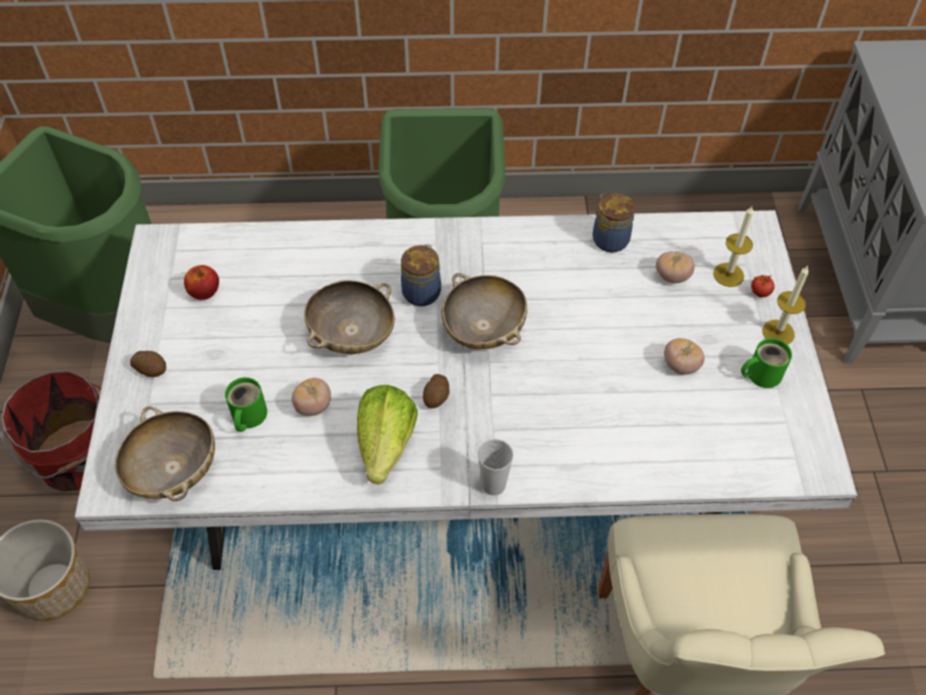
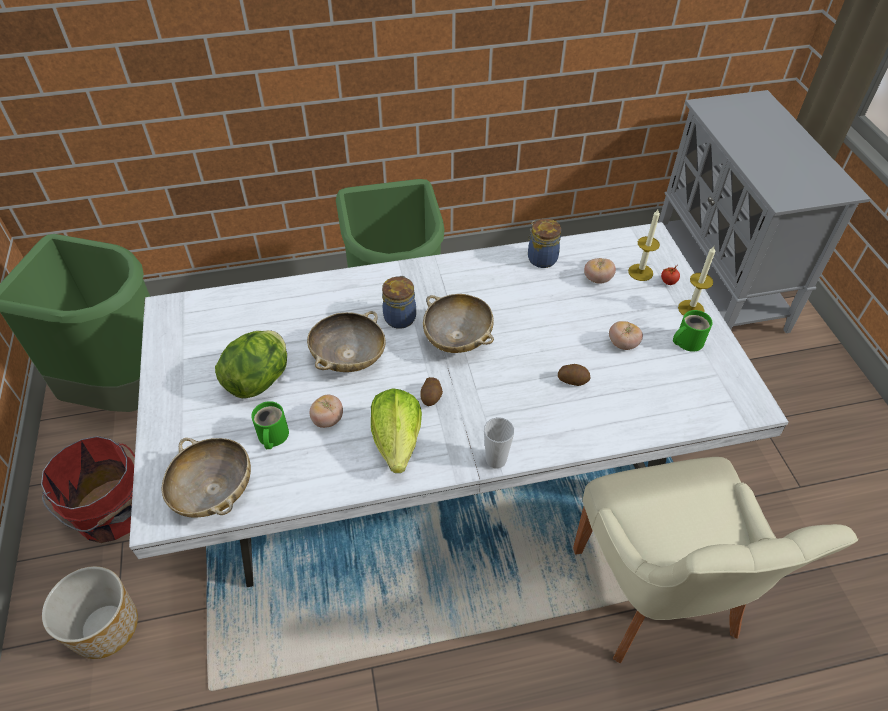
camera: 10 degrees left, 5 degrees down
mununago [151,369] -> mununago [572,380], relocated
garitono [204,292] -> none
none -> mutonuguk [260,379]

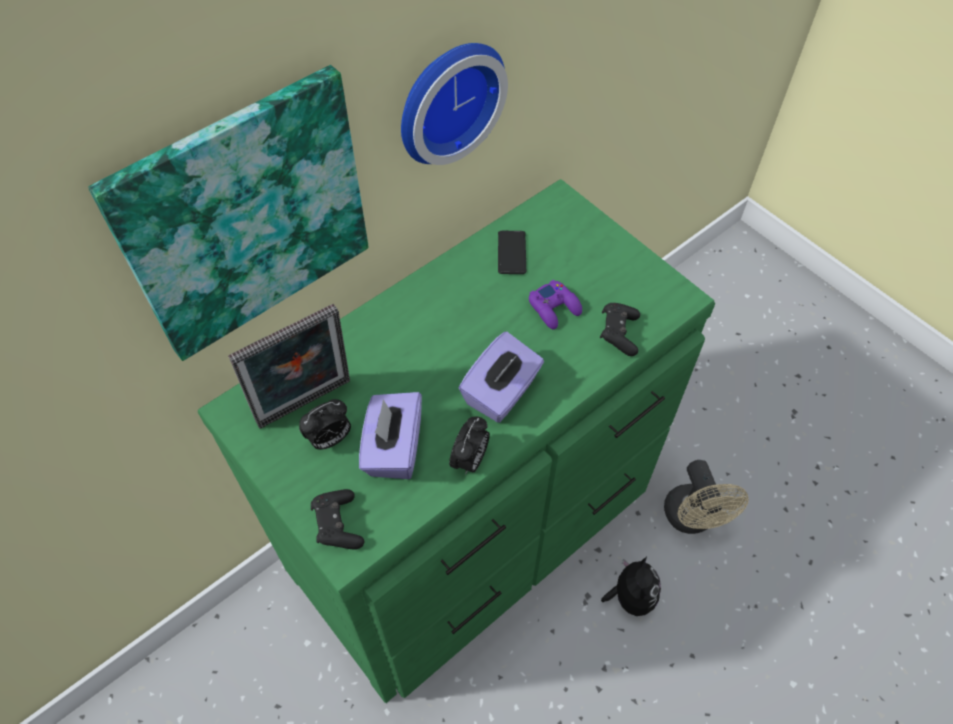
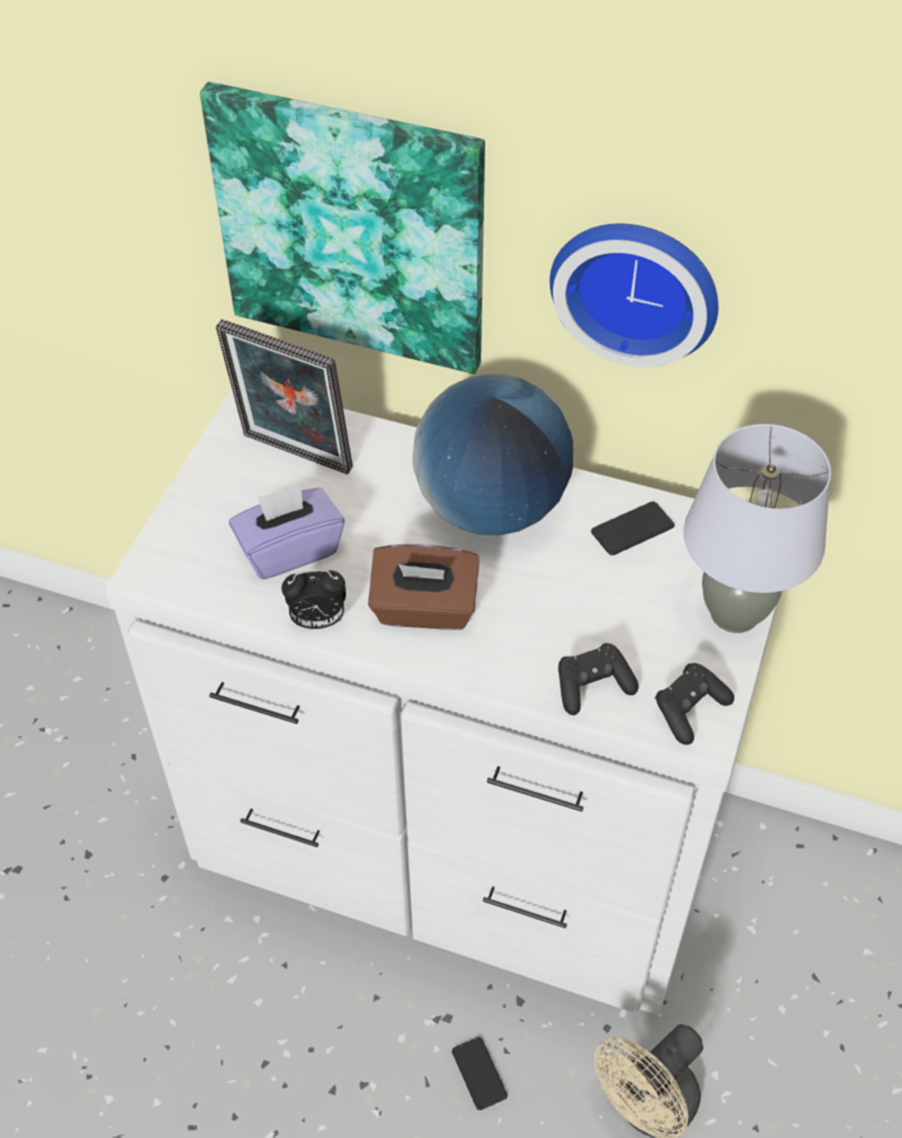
camera: 60 degrees right, 5 degrees down
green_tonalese [475,528] -> white_tonalese [455,840]
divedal [329,439] -> none
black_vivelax [338,525] -> black_vivelax [689,709], relocated
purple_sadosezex [501,392] -> brown_sadosezex [424,609]
purple_vivelax [554,308] -> none
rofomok [630,596] -> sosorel [479,1073]
none -> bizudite [491,507]
none -> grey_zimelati [735,613]

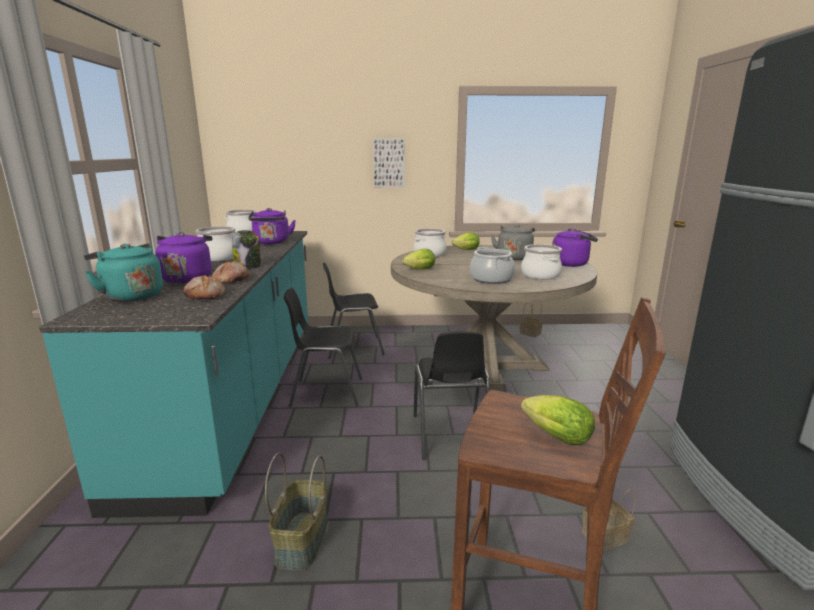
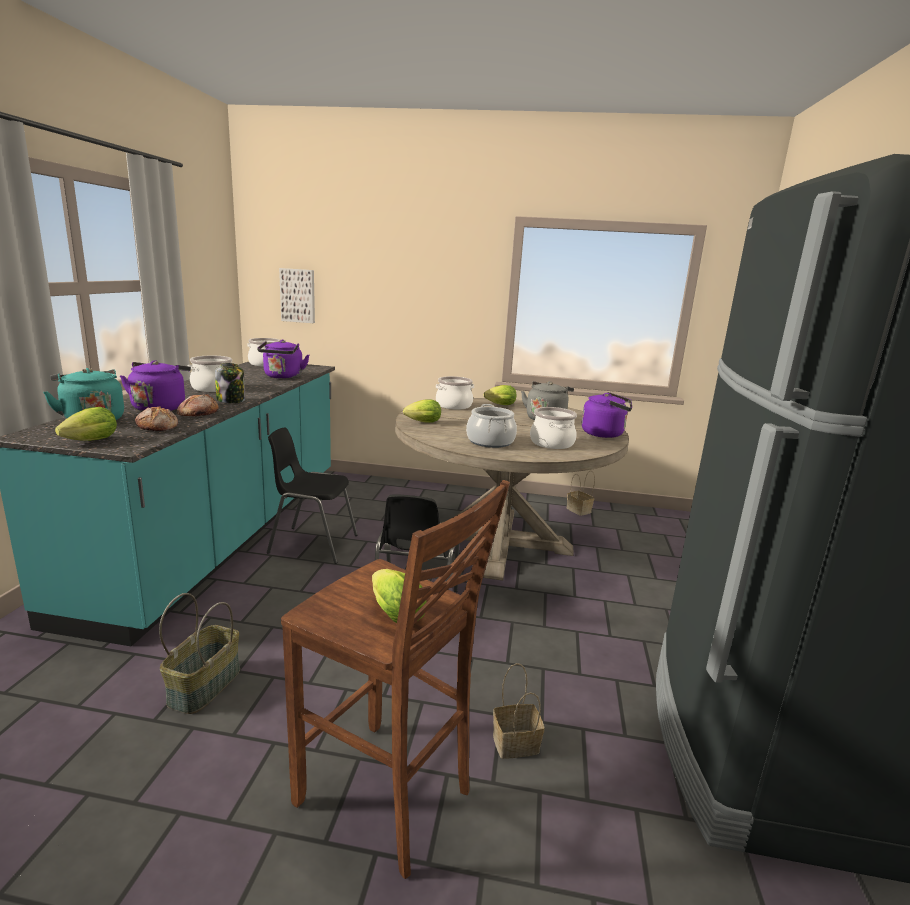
camera: 10 degrees right, 0 degrees up
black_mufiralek [353,348] -> none
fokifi [389,163] -> fokifi [298,295], relocated
none -> mutonuguk [88,442]

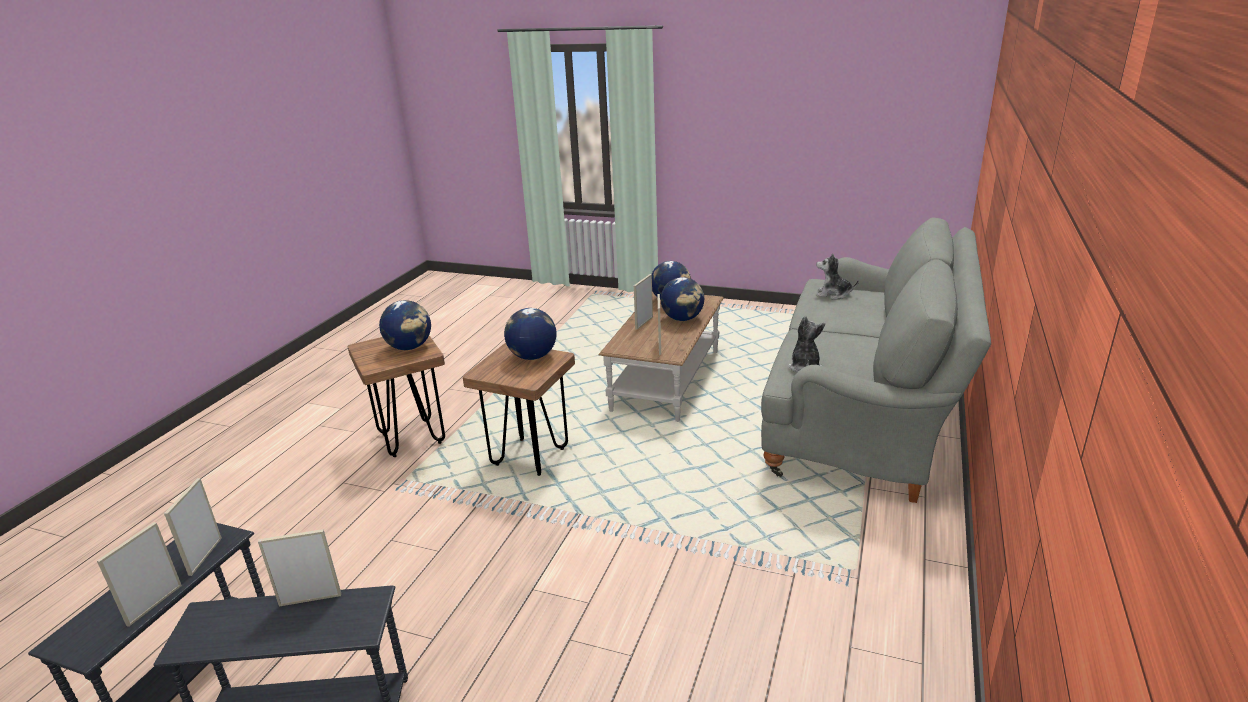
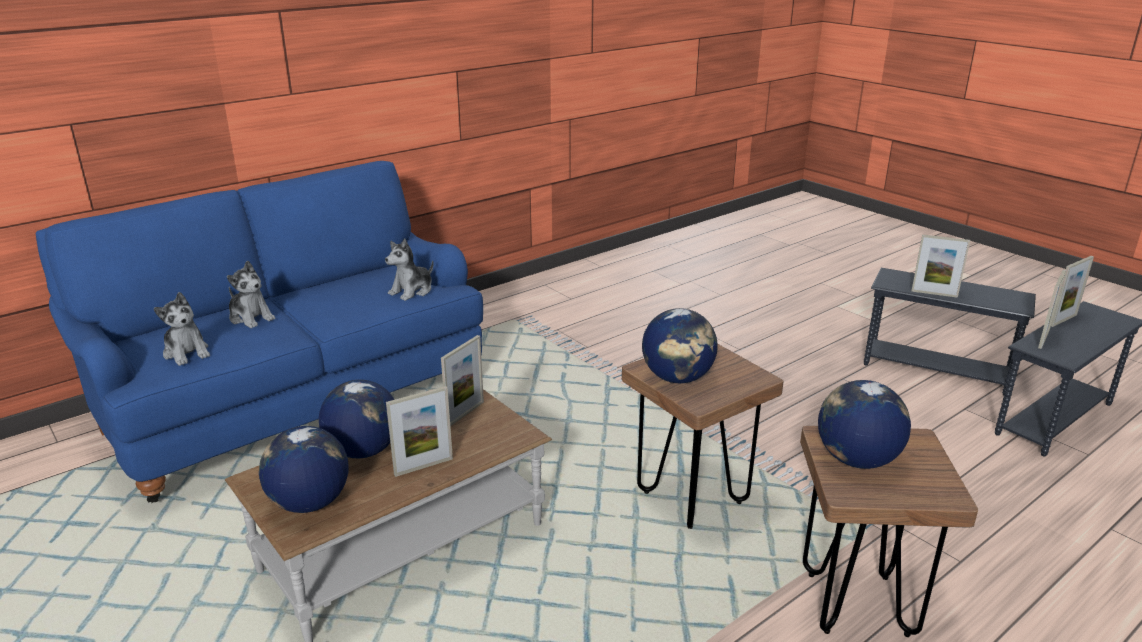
camera: 150 degrees left, 0 degrees up
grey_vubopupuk [866,415] -> blue_vubopupuk [292,401]
none -> rofomok [251,318]

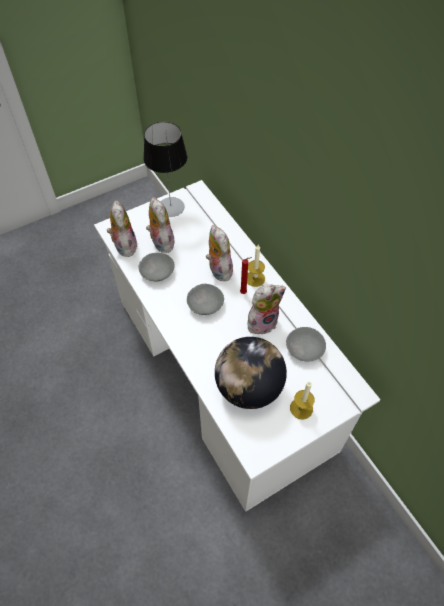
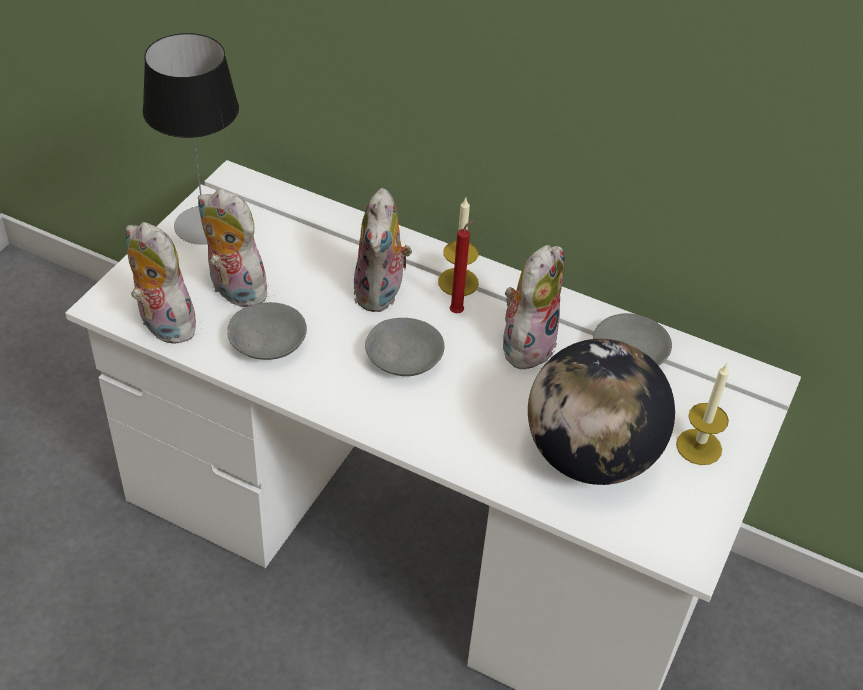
camera: 35 degrees left, 10 degrees down
rofomok [218,269] -> rofomok [381,294], 120 degrees counterclockwise

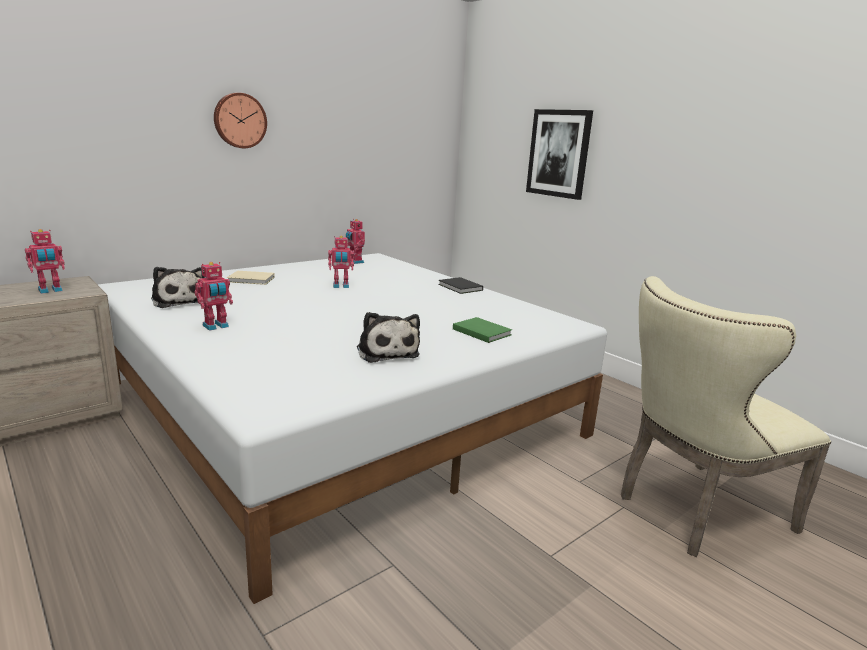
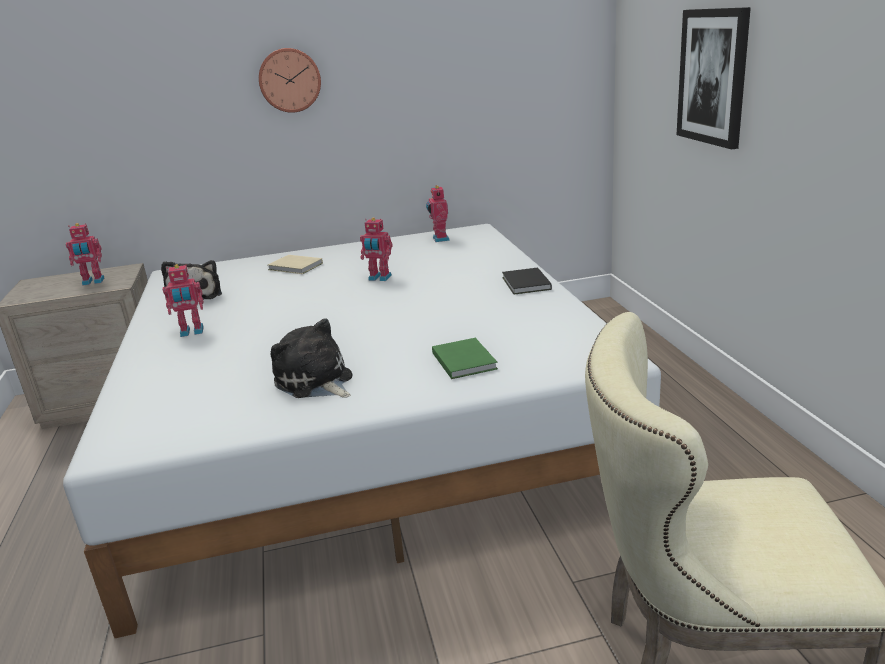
camera: 30 degrees right, 5 degrees up
rofomok [386,352] -> rofomok [315,382], 135 degrees clockwise

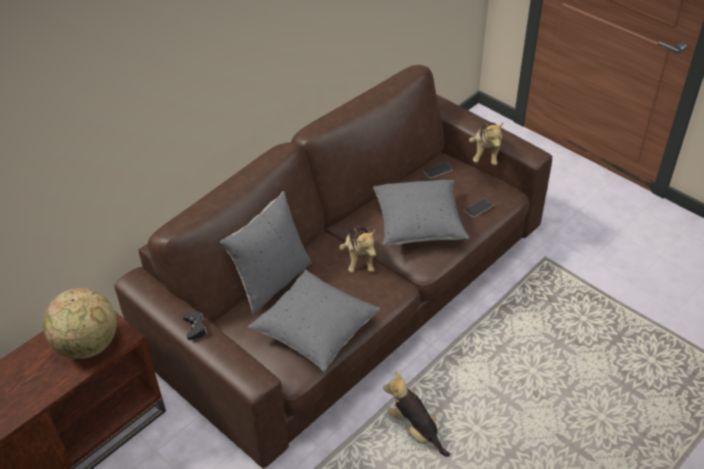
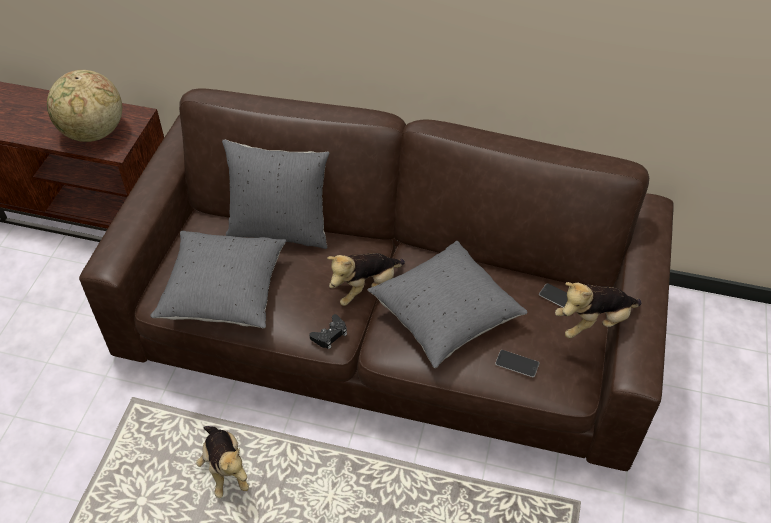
camera: 60 degrees right, 5 degrees up
black_vivelax [195,327] -> black_vivelax [330,335], relocated
rofomok [415,430] -> rofomok [225,468], 135 degrees clockwise

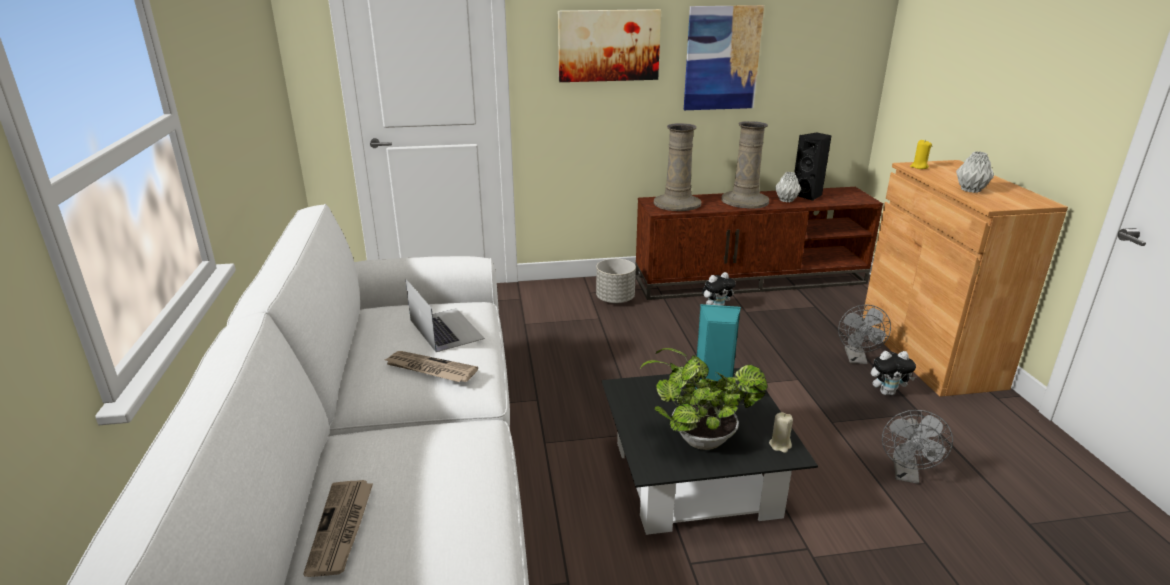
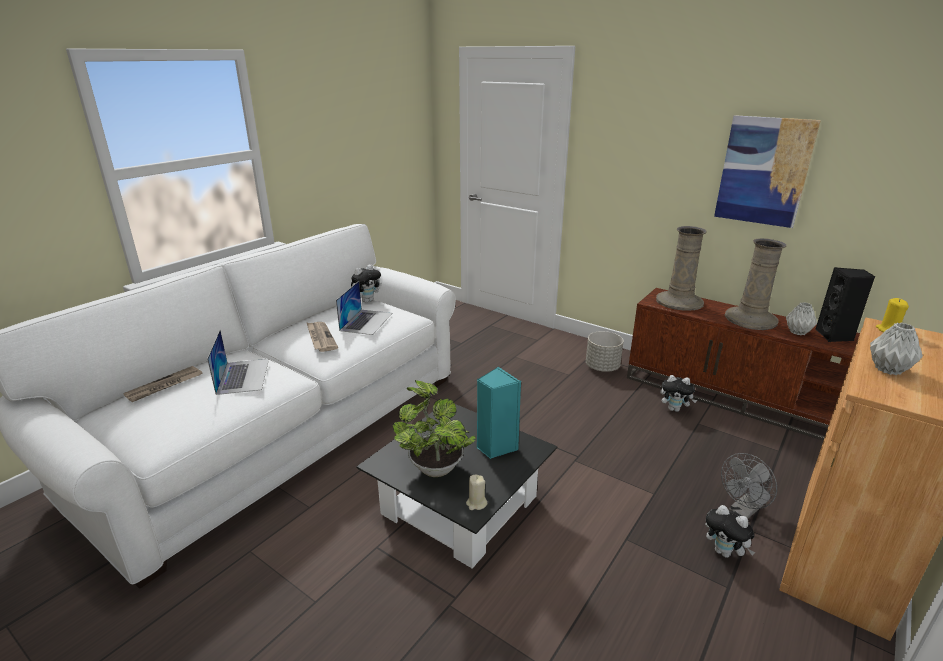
camera: 45 degrees right, 0 degrees up
fokifi [608,45] -> none
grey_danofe [906,475] -> none
none -> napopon [243,376]
none -> rofomok [367,301]

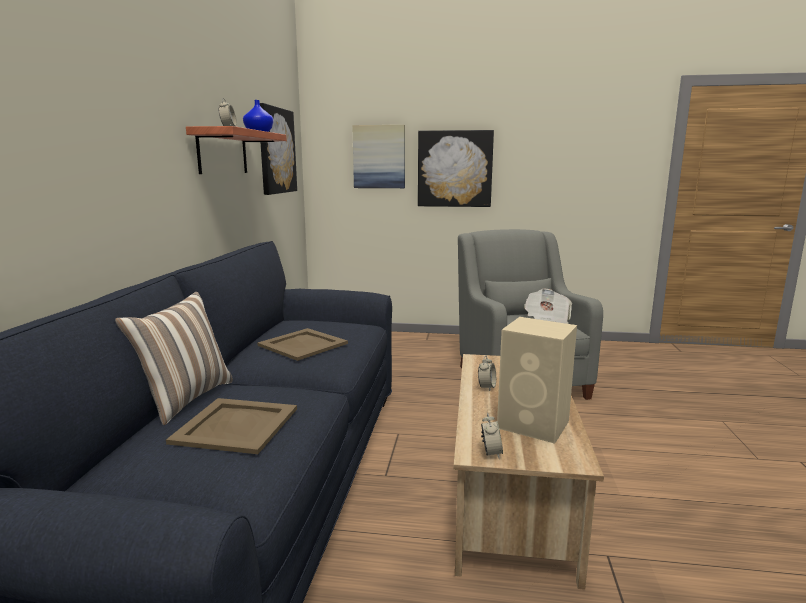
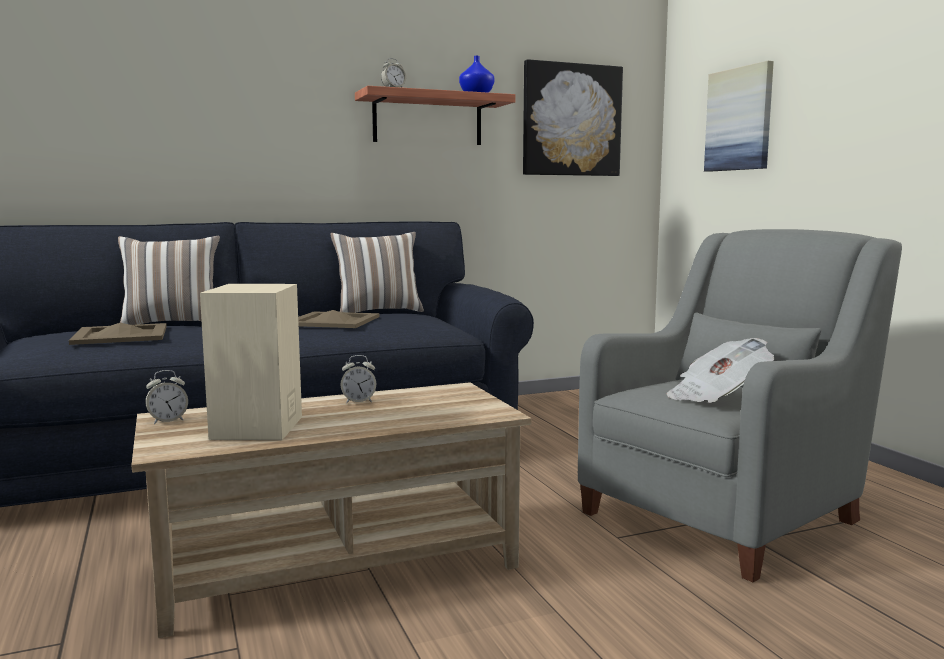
camera: 60 degrees right, 5 degrees down
fokifi [454,169] -> none
none -> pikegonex [378,311]

